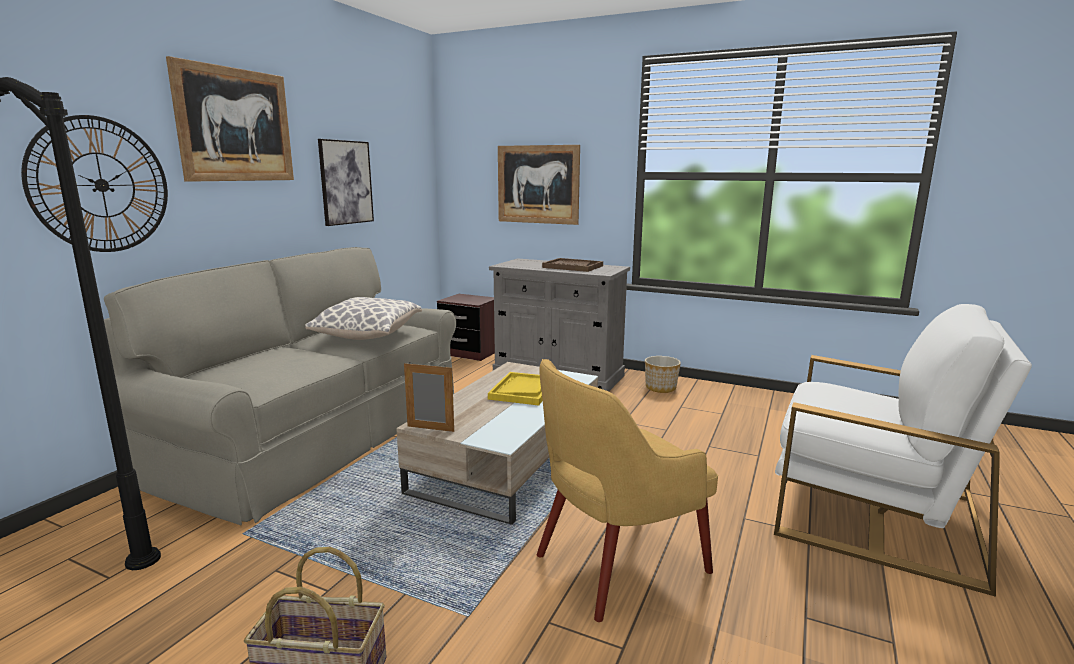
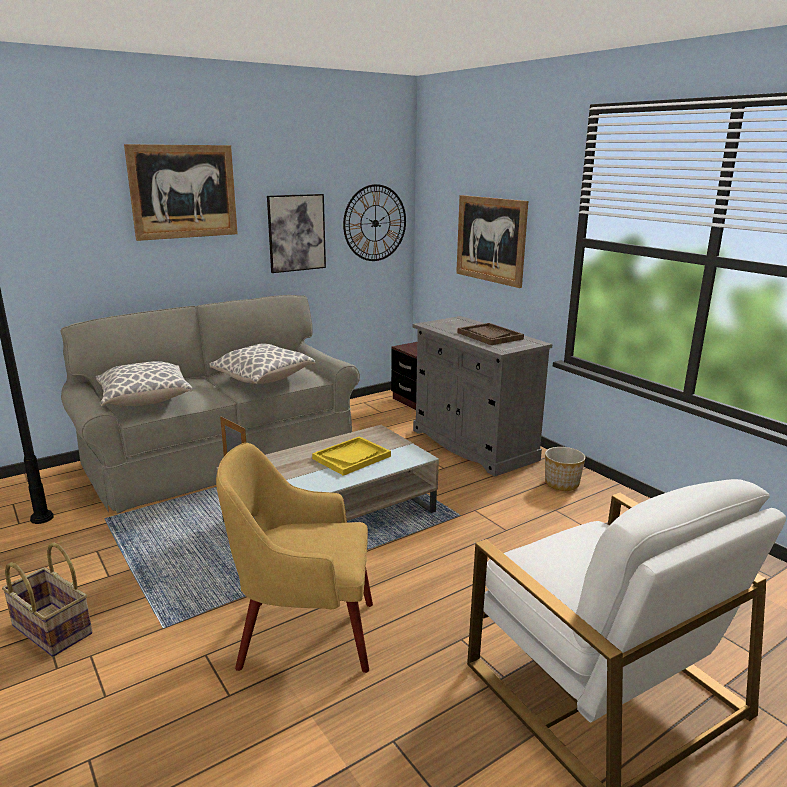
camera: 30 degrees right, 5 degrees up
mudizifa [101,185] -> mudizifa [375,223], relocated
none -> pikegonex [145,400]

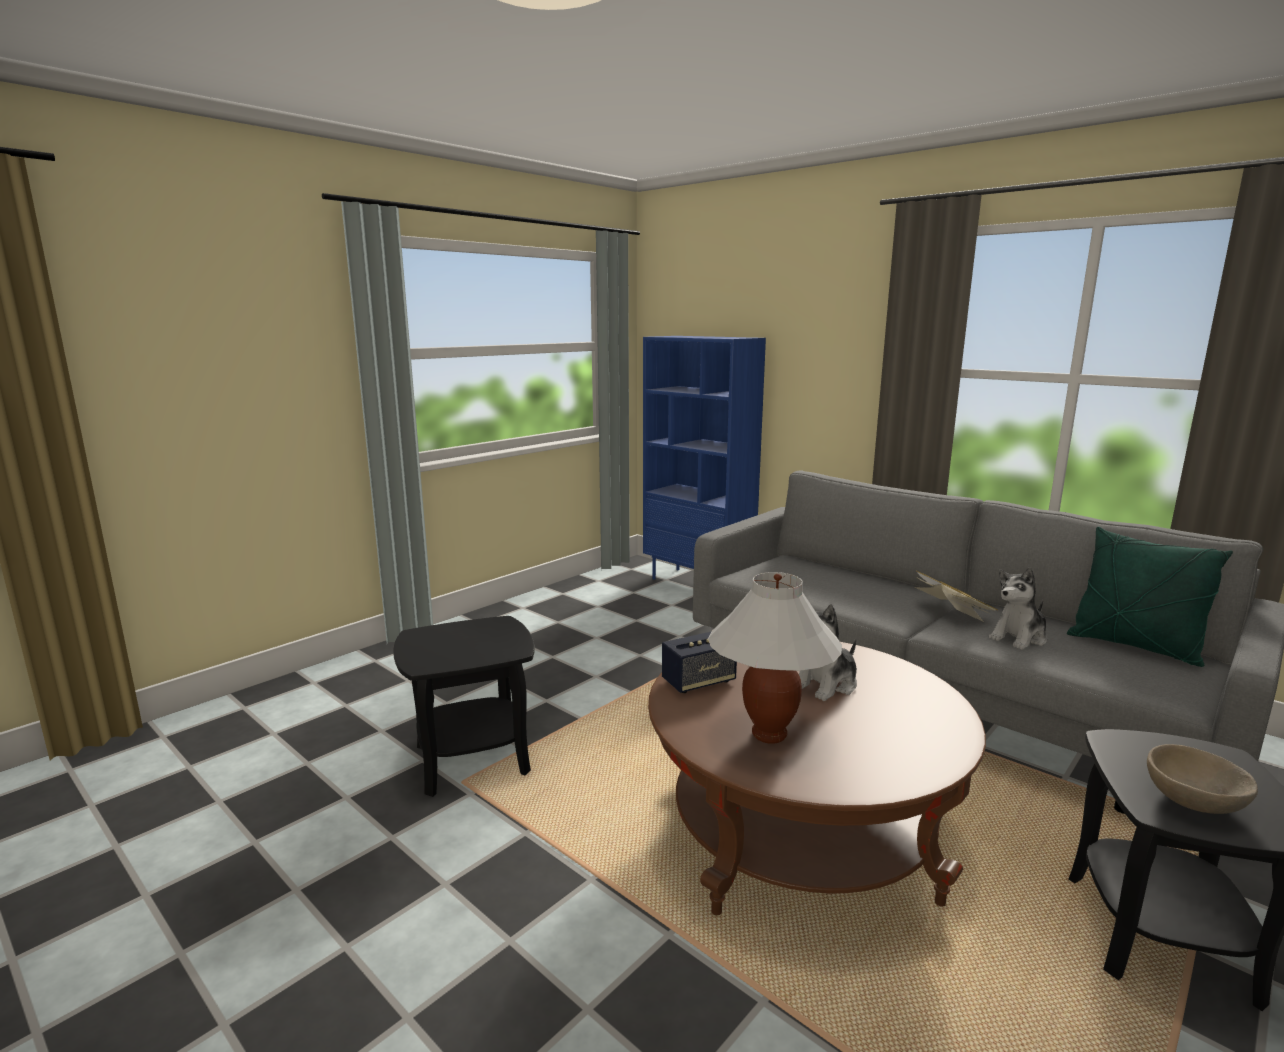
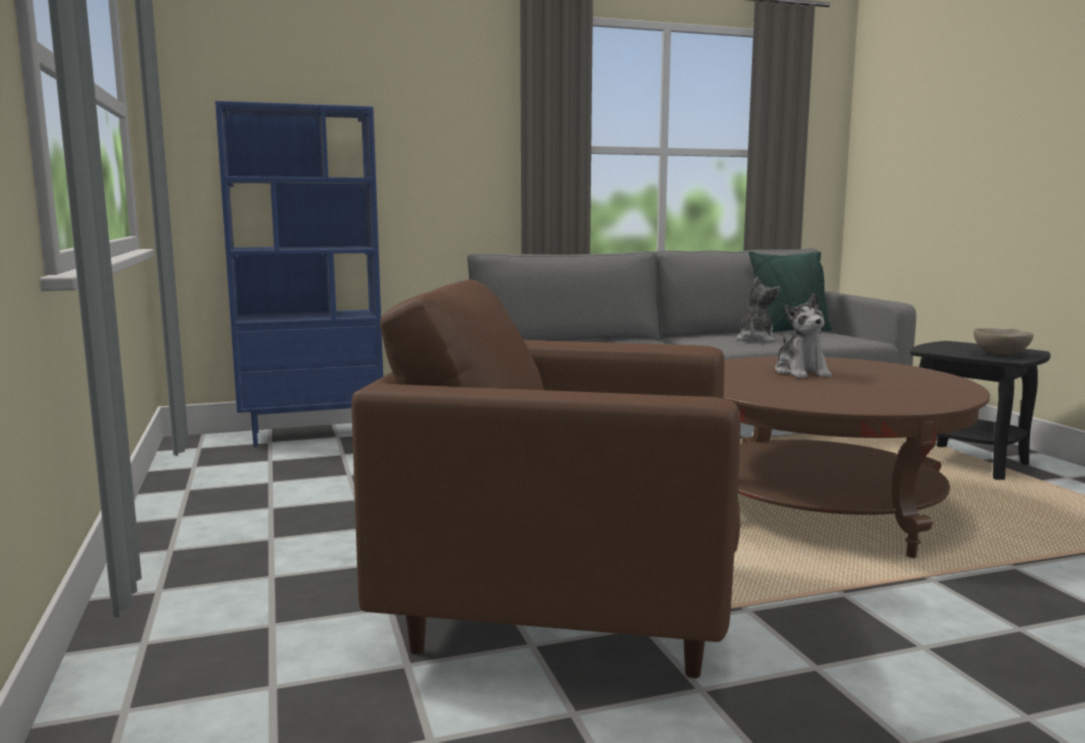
camera: 60 degrees left, 5 degrees down
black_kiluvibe [472,758] -> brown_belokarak [564,613]
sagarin [698,681] -> none
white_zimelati [768,734] -> none
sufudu [950,611] -> none
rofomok [1019,637] -> rofomok [755,339], 150 degrees counterclockwise

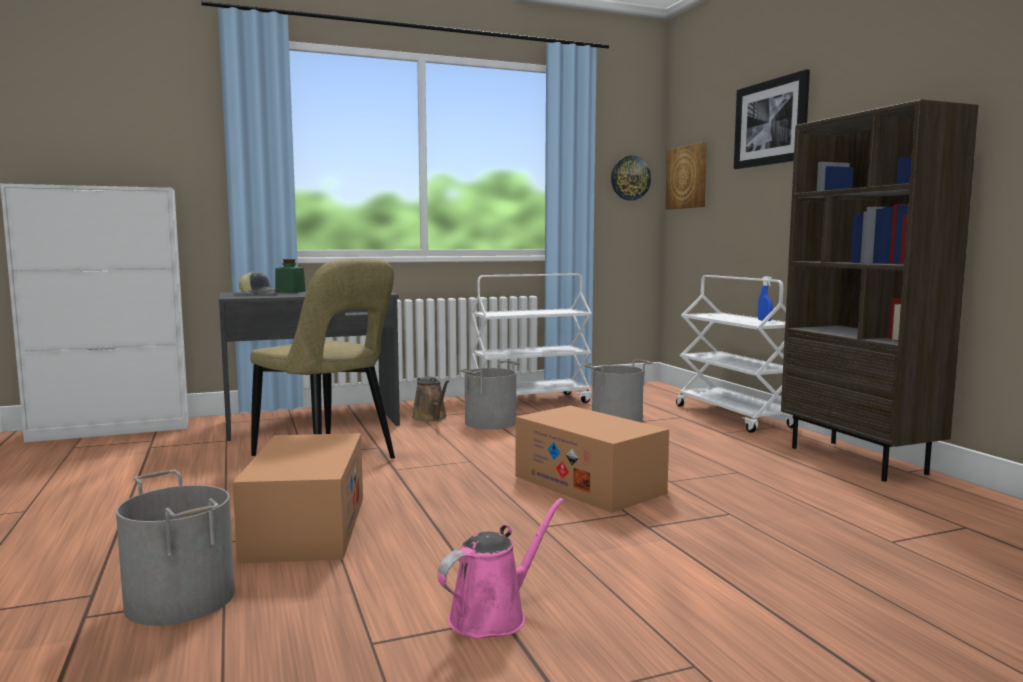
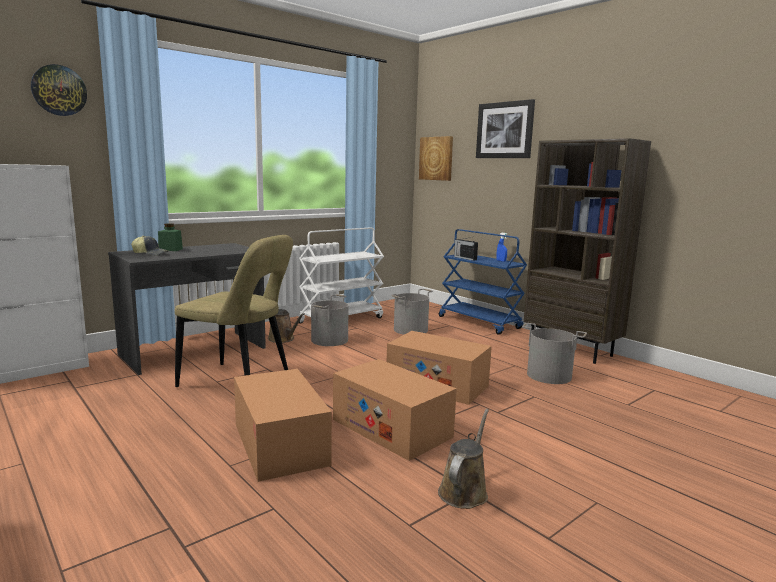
camera: 20 degrees left, 5 degrees up
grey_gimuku [178,599] -> grey_gimuku [549,376], relocated
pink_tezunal [493,615] -> brown_tezunal [464,490]
mudizifa [630,178] -> mudizifa [59,90], relocated
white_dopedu [734,416] -> blue_dopedu [480,322]
none -> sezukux [391,428]
none -> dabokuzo [465,258]

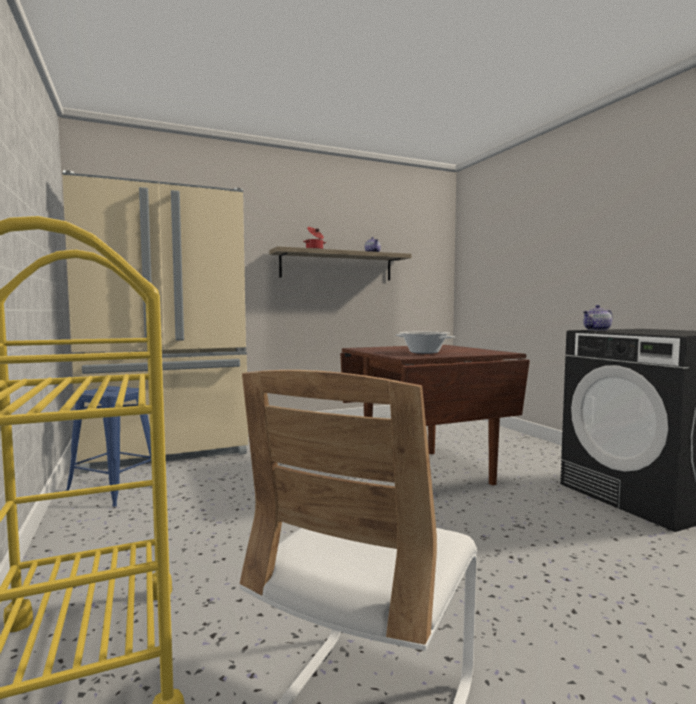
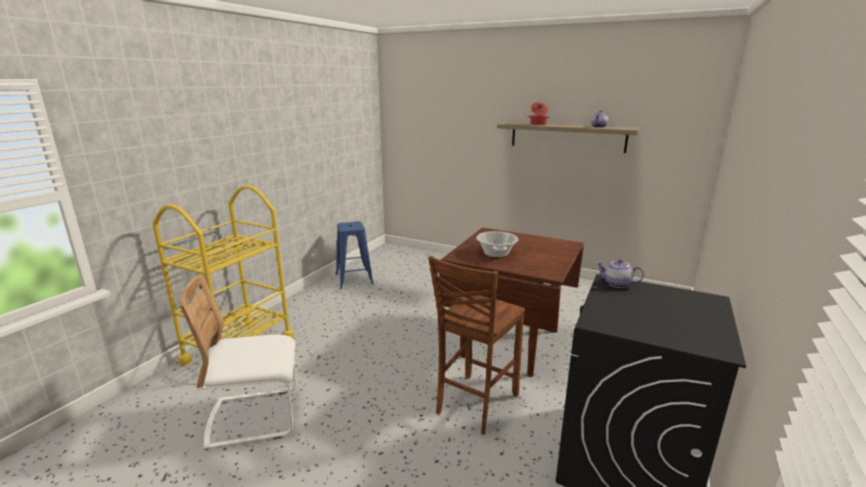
camera: 50 degrees right, 15 degrees up
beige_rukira [167,451] -> none
none -> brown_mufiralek [474,404]

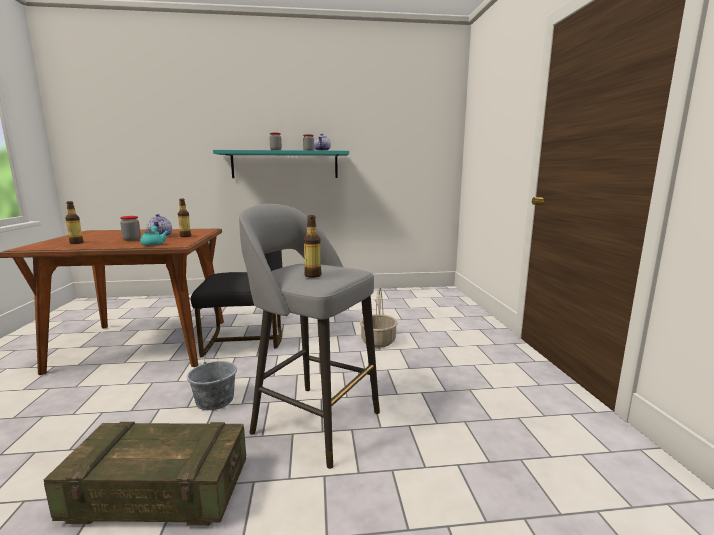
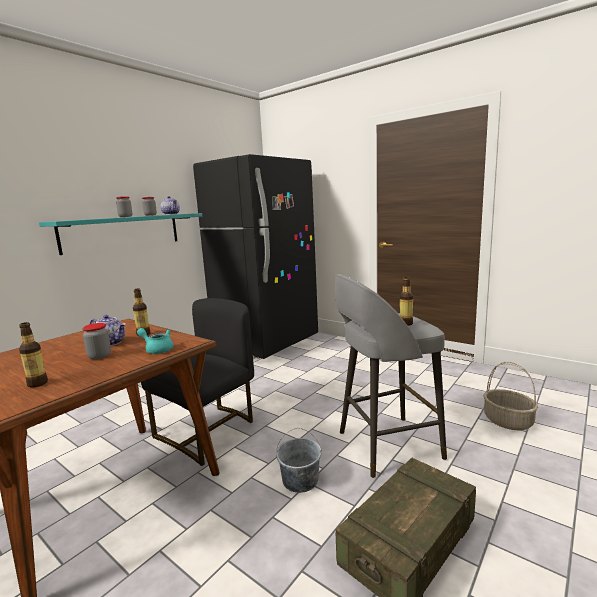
camera: 45 degrees left, 0 degrees up
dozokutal [378,341] -> dozokutal [508,421], relocated
none -> black_rukira [267,343]

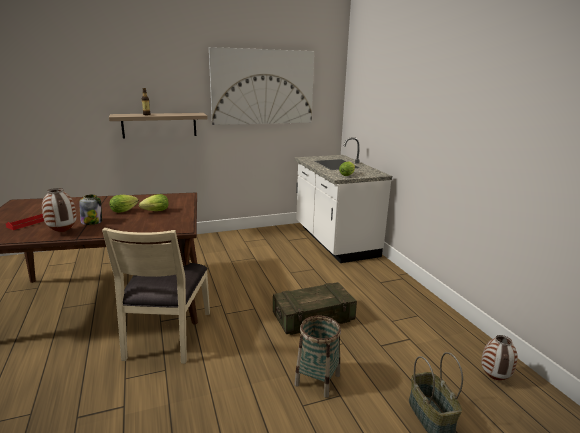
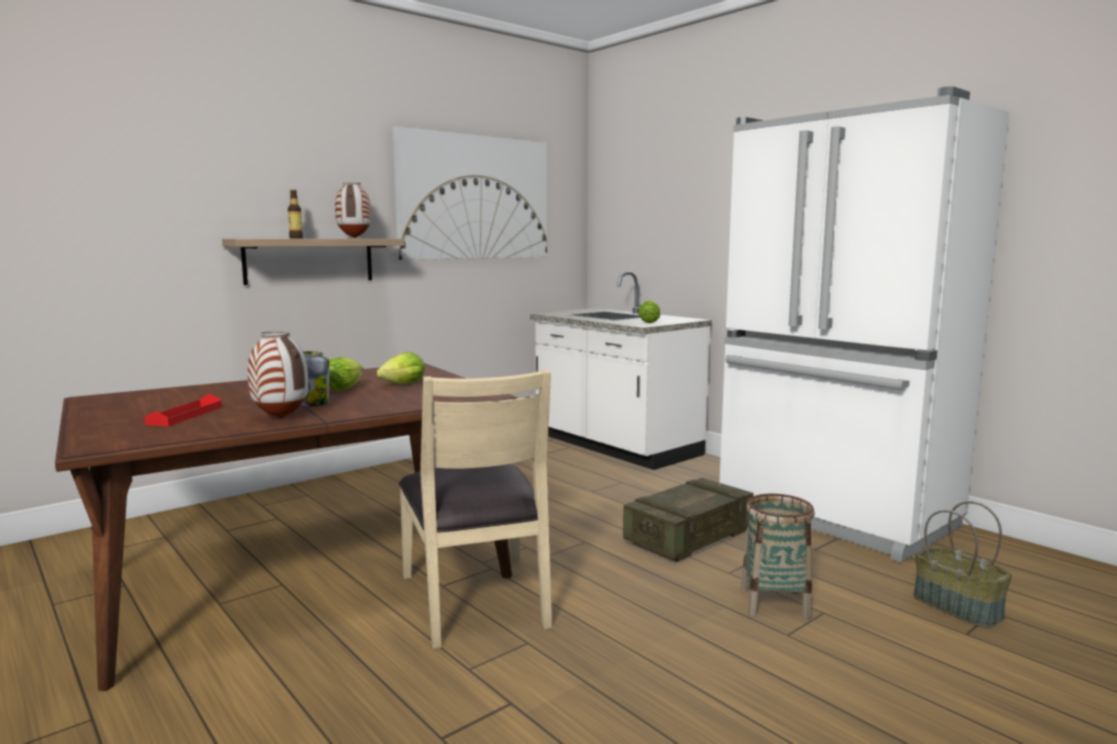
camera: 20 degrees left, 10 degrees down
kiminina [494,378] -> kiminina [355,238], relocated
none -> white_rukira [833,515]

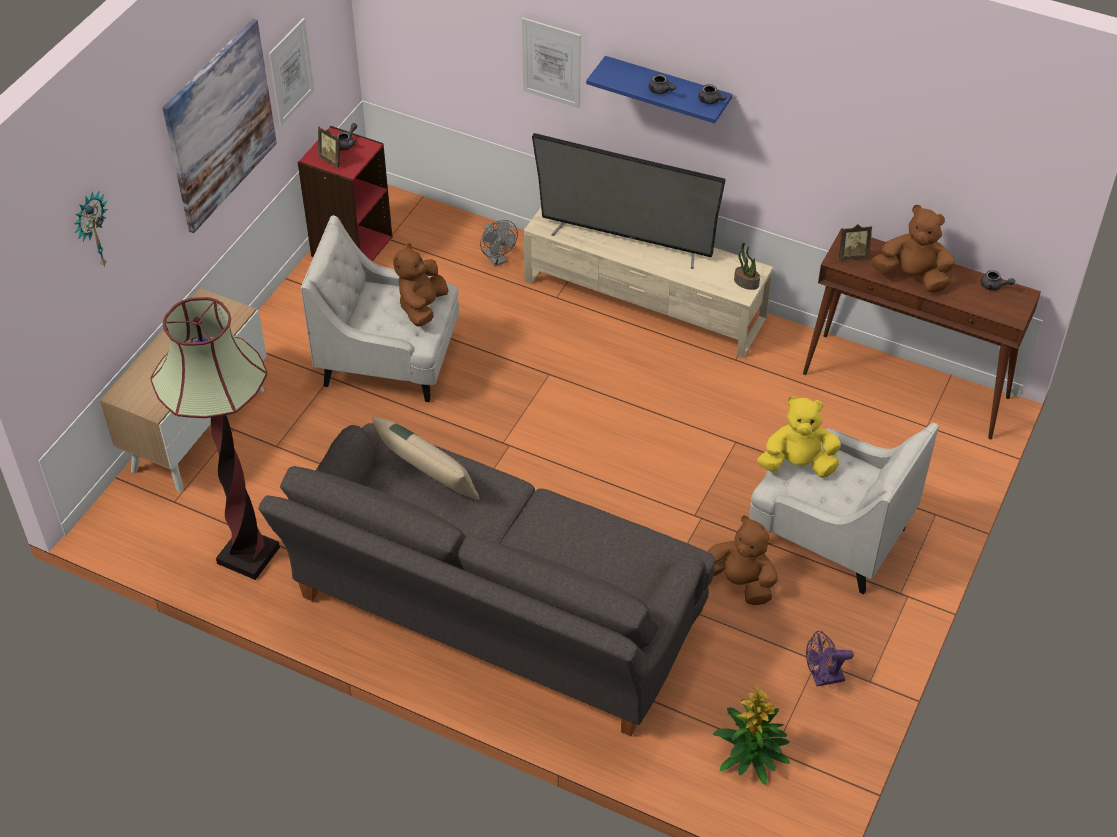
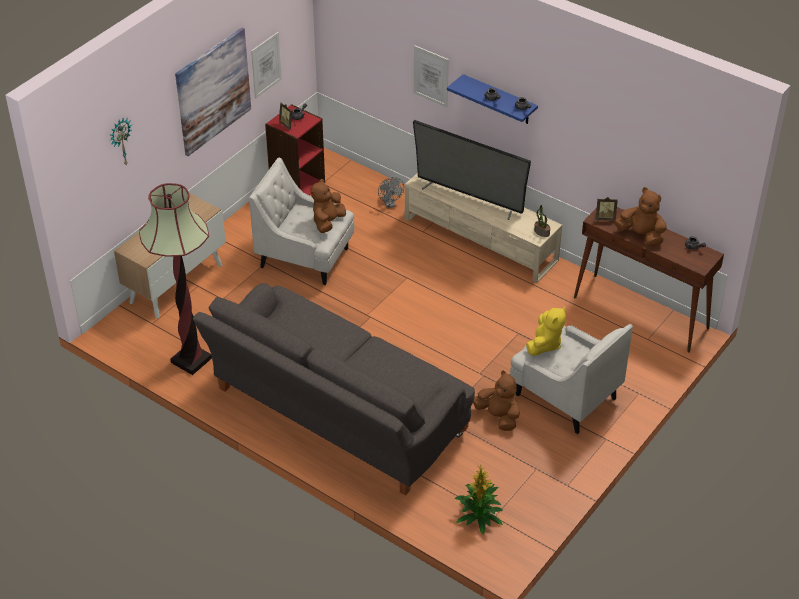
camera: 10 degrees right, 5 degrees down
beige_pikegonex [427,476] -> none
yellow_rofomok [798,464] -> yellow_rofomok [545,344], 105 degrees clockwise
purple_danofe [822,678] -> none

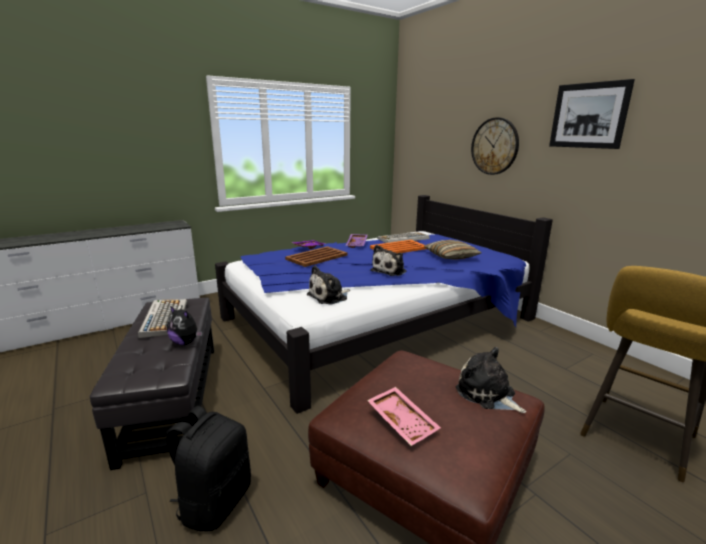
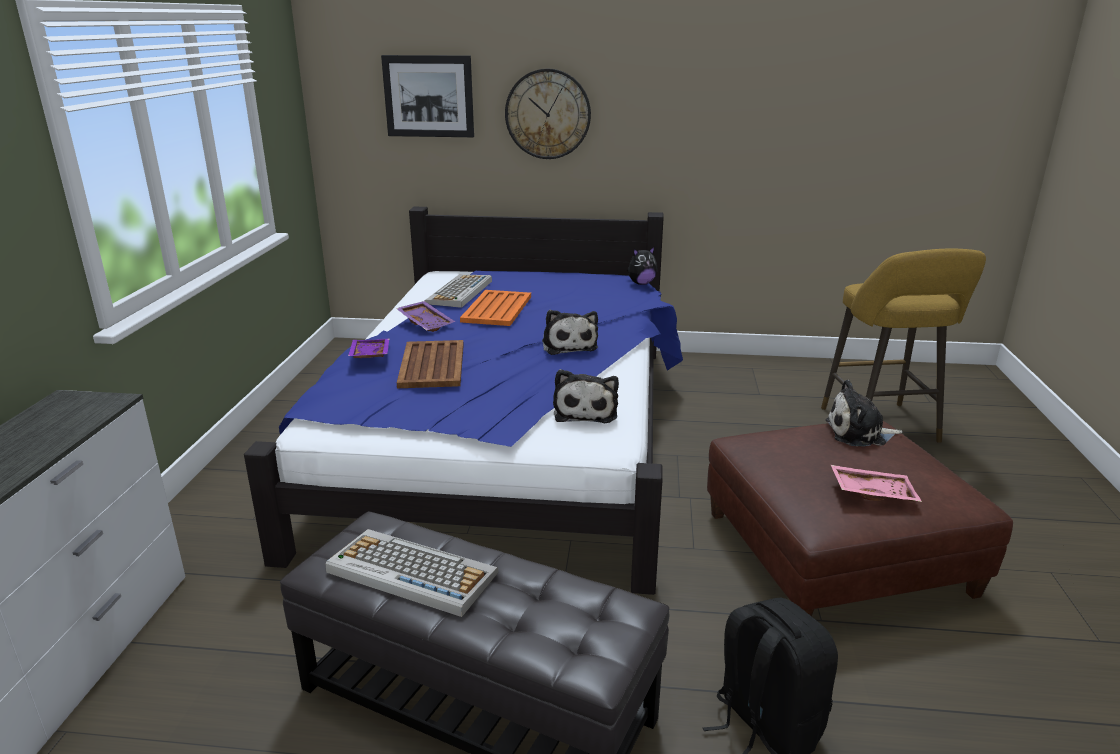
camera: 50 degrees left, 5 degrees up
rofomok [185,342] -> rofomok [641,283], relocated
pikegonex [451,256] -> none
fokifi [588,115] -> fokifi [428,96], relocated

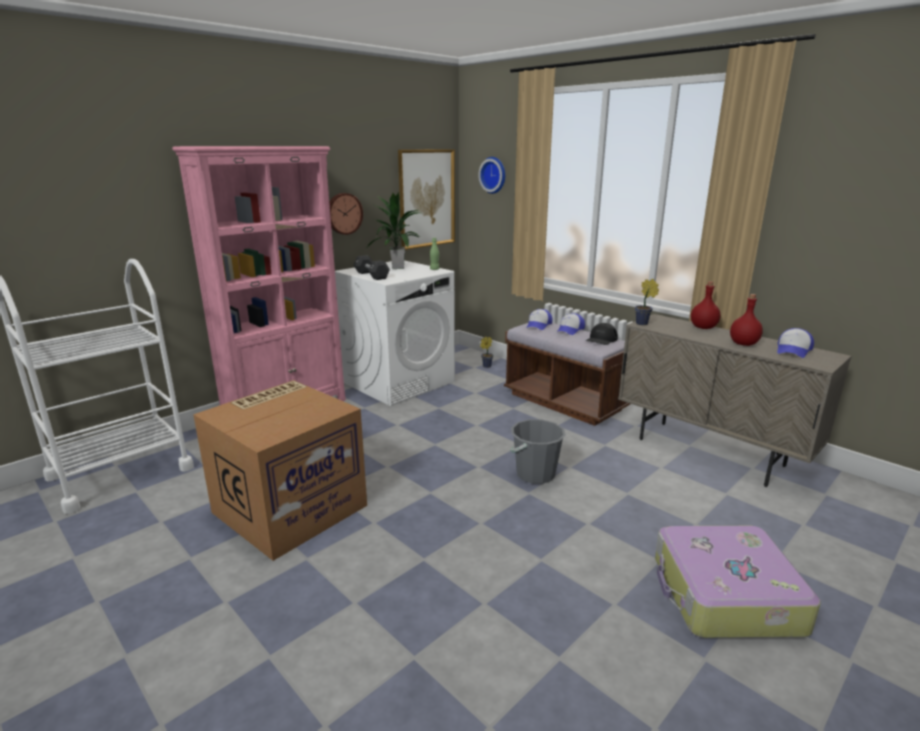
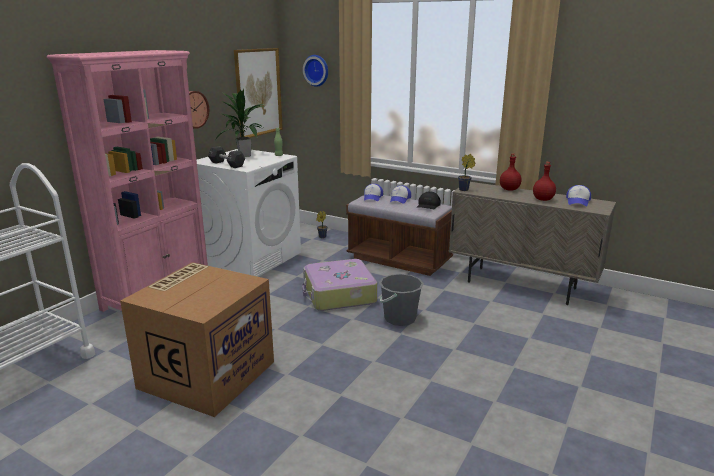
camera: 15 degrees left, 0 degrees up
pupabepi [724,596] -> pupabepi [338,294], relocated

